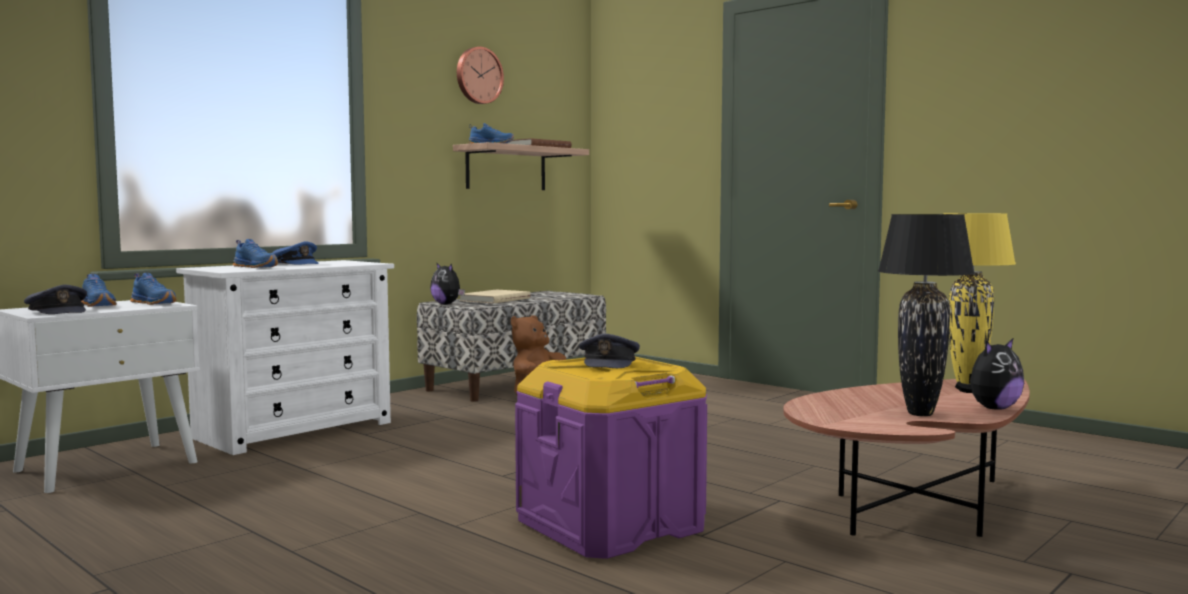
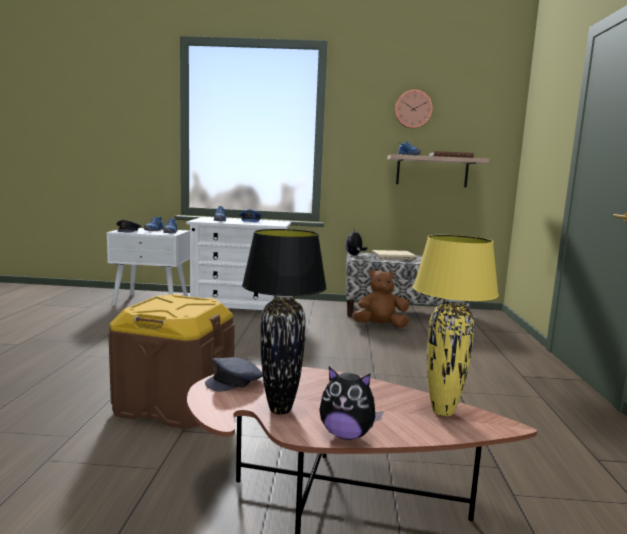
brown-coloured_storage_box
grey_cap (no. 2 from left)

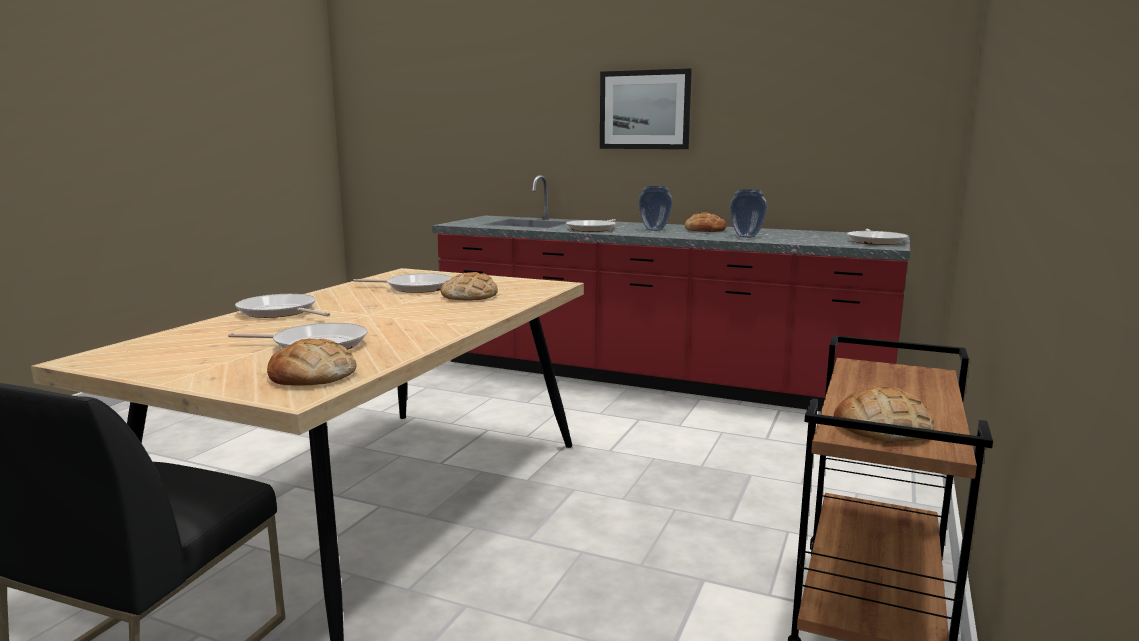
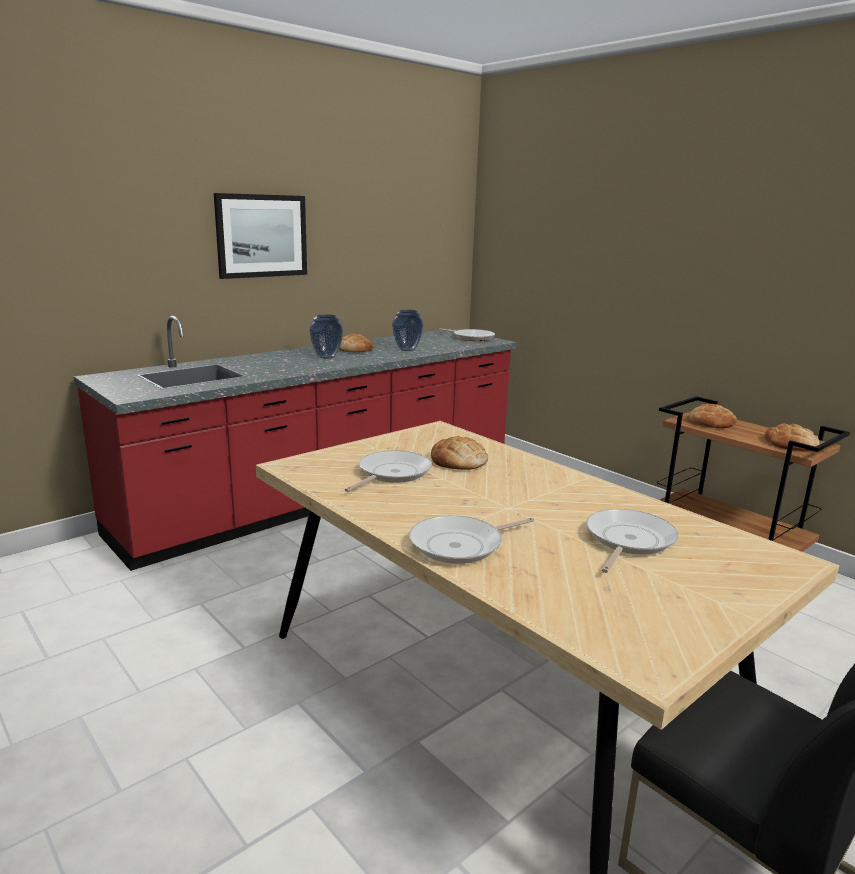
baked_bread (no. 3 from left)
frying_pan (no. 4 from left in the first image)

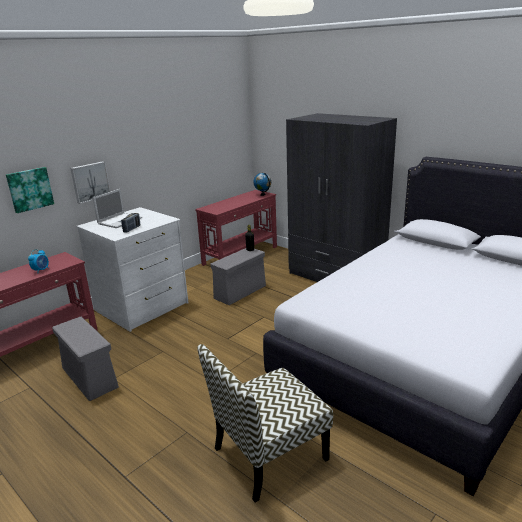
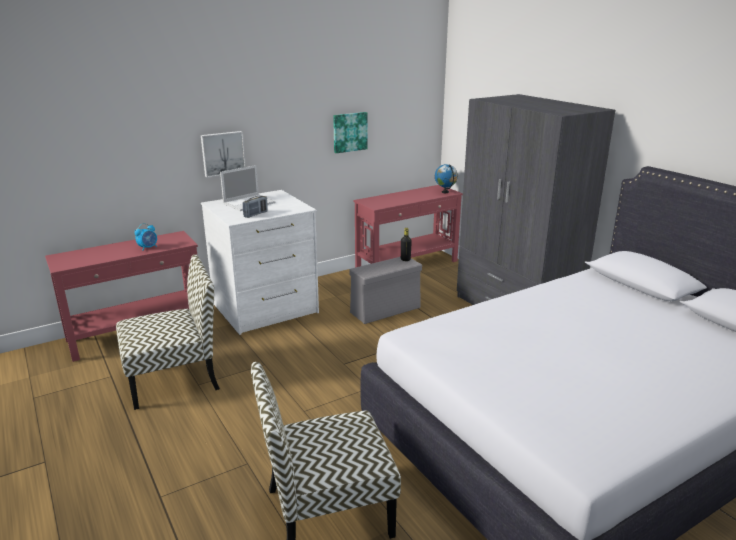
picture (no. 2 from left)
chair (no. 1 from left)

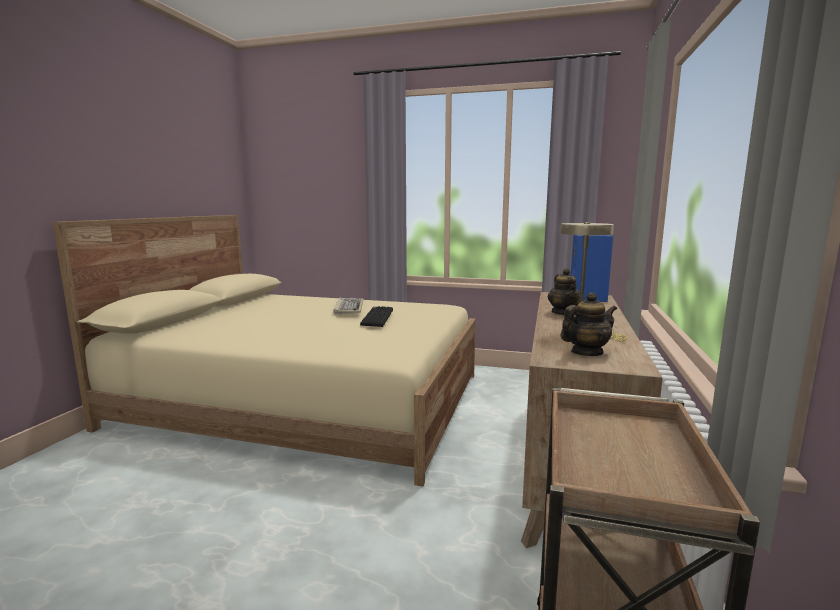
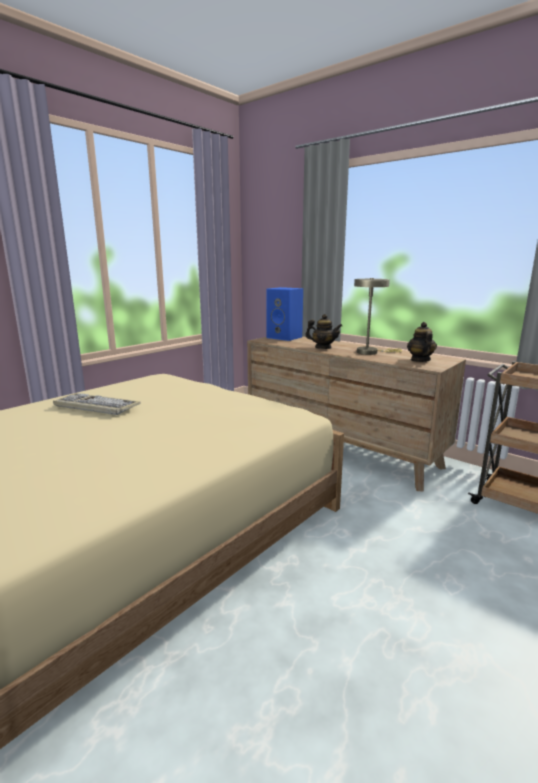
PC_keyboard (no. 2 from left in the first image)

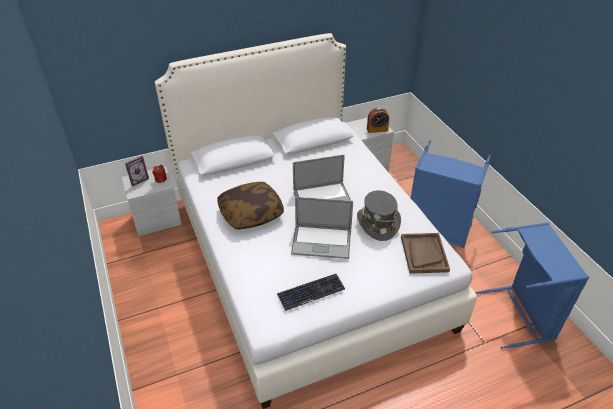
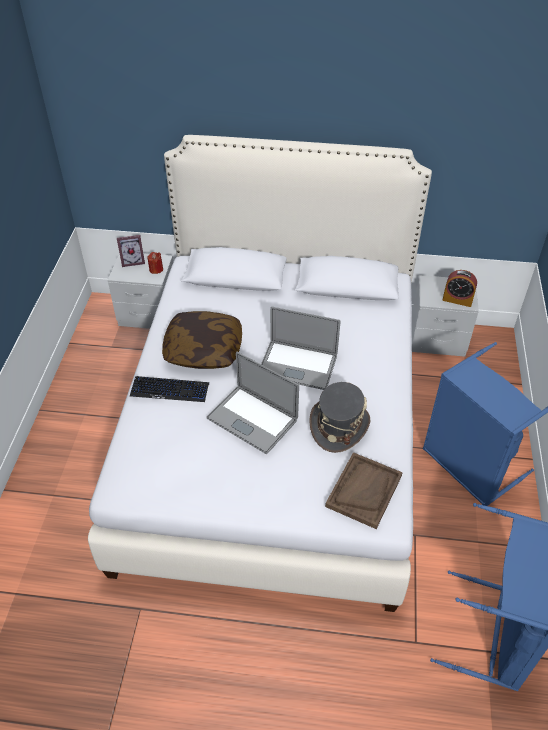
PC_keyboard

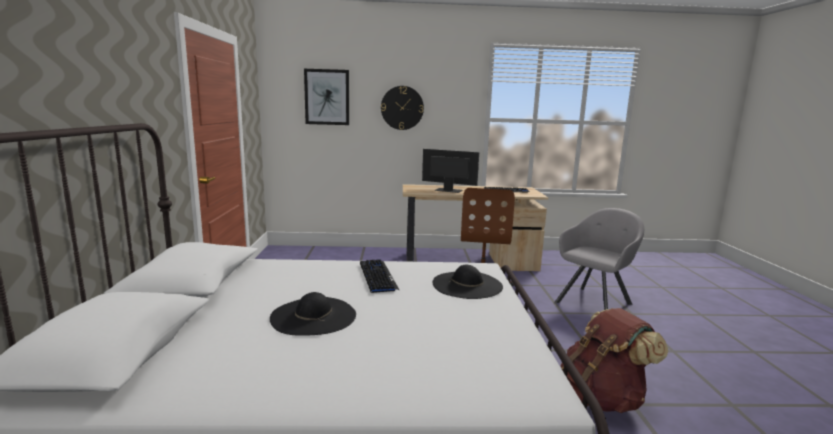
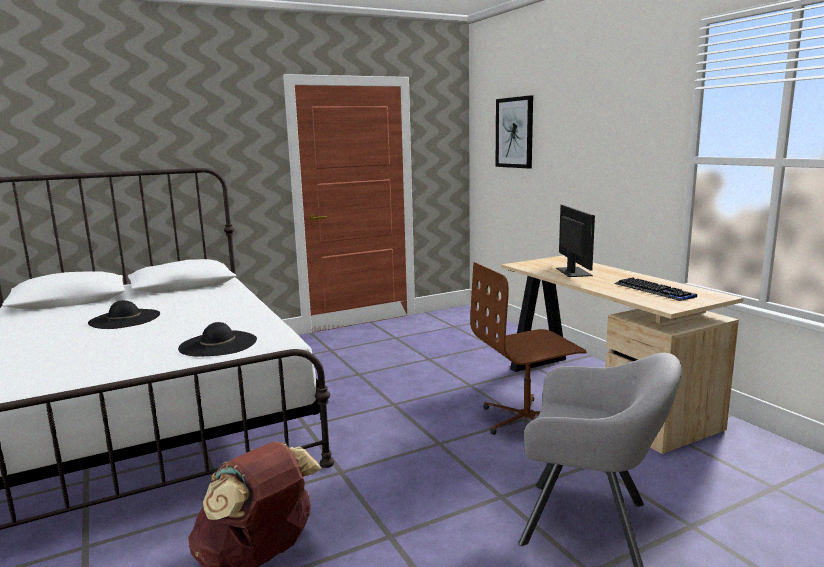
PC_keyboard (no. 1 from left in the first image)
clock_on_the_wall

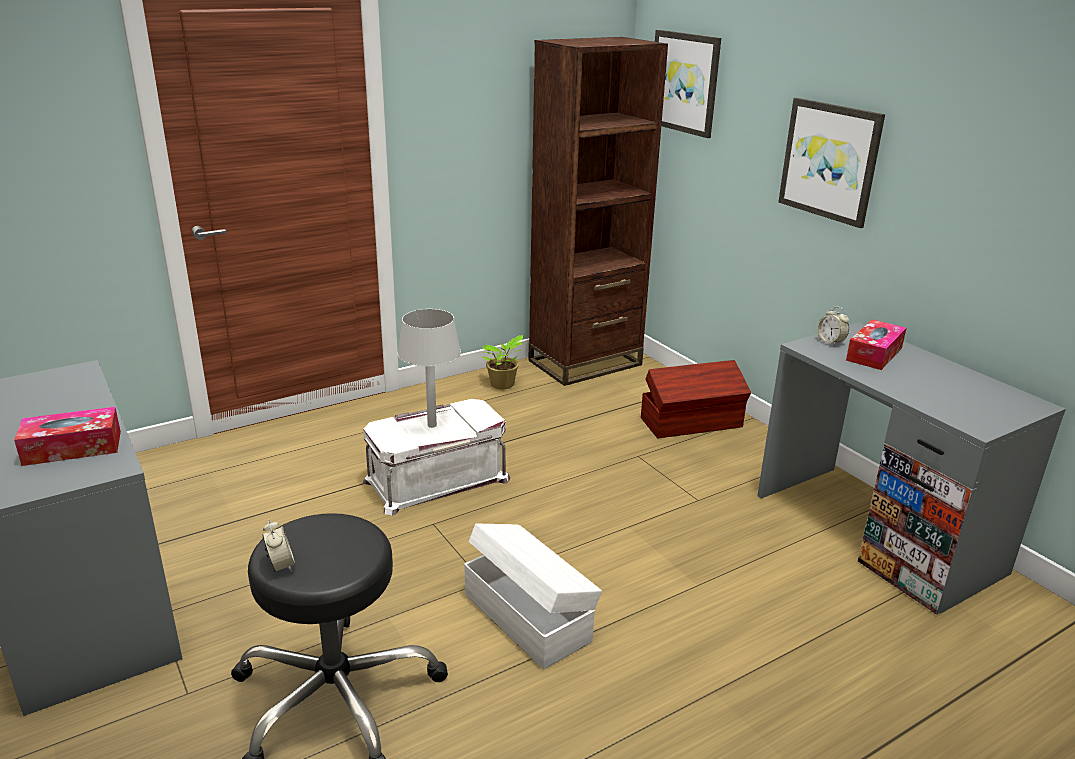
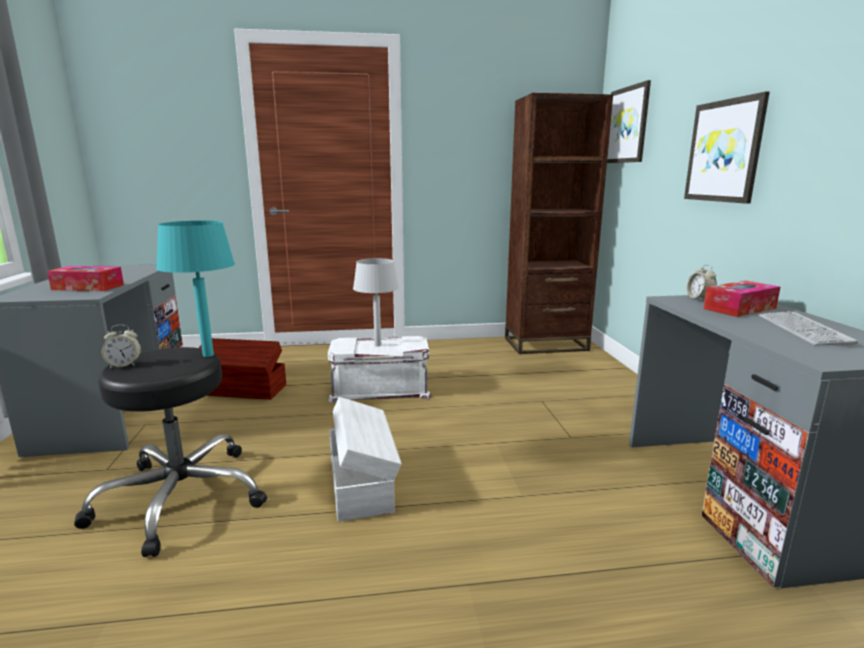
alarm_clock (no. 1 from left)
plant_in_a_pot
brown-coloured_storage_box
turquoise_lamp_for_a_table
PC_keyboard

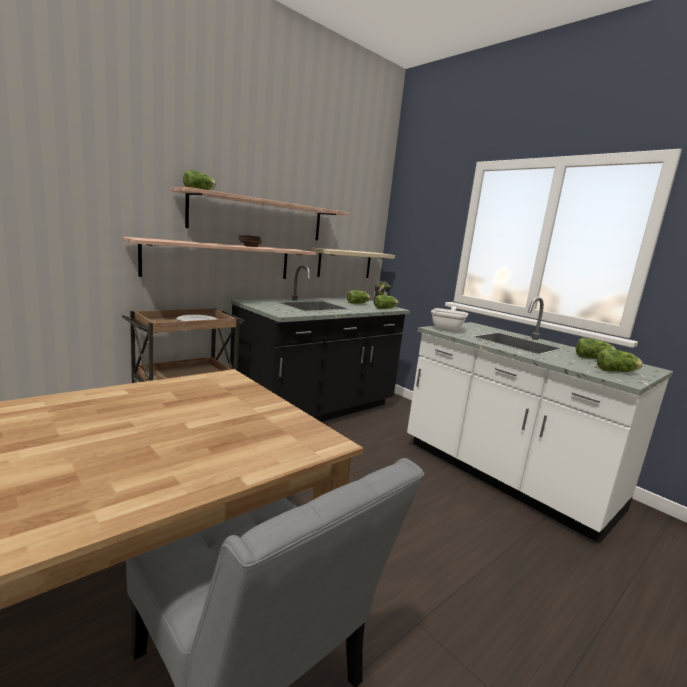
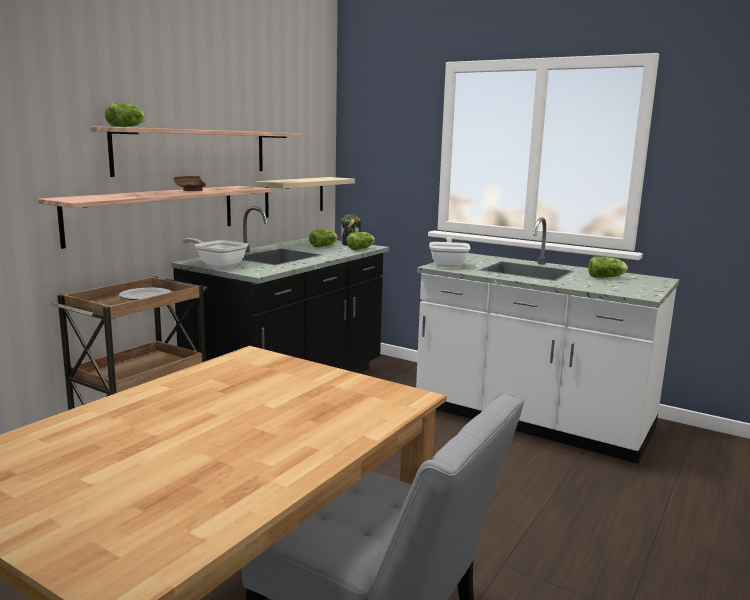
lettuce (no. 5 from left in the first image)
frying_pan (no. 1 from left)

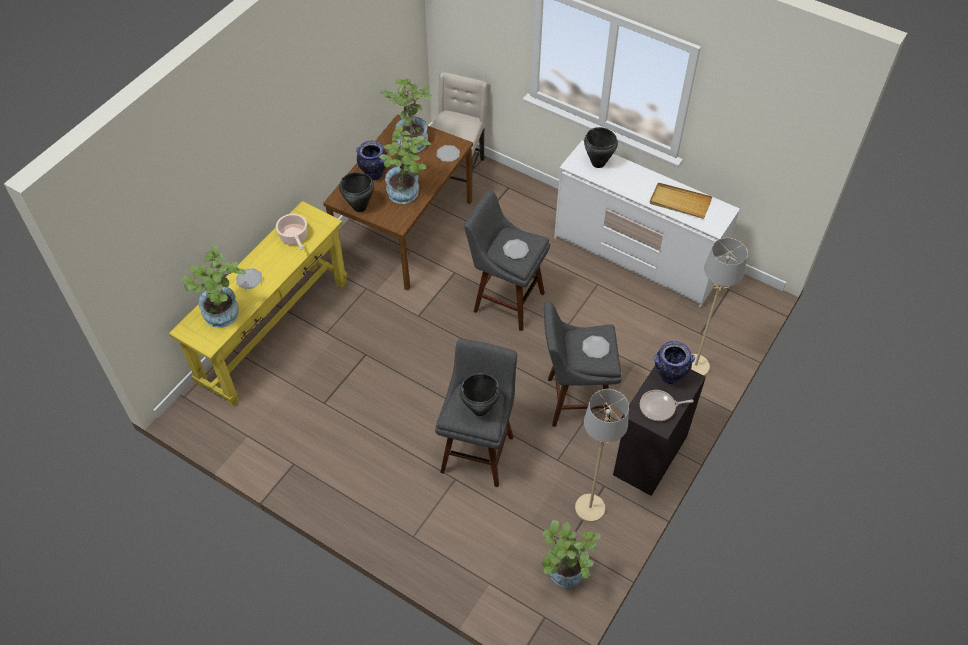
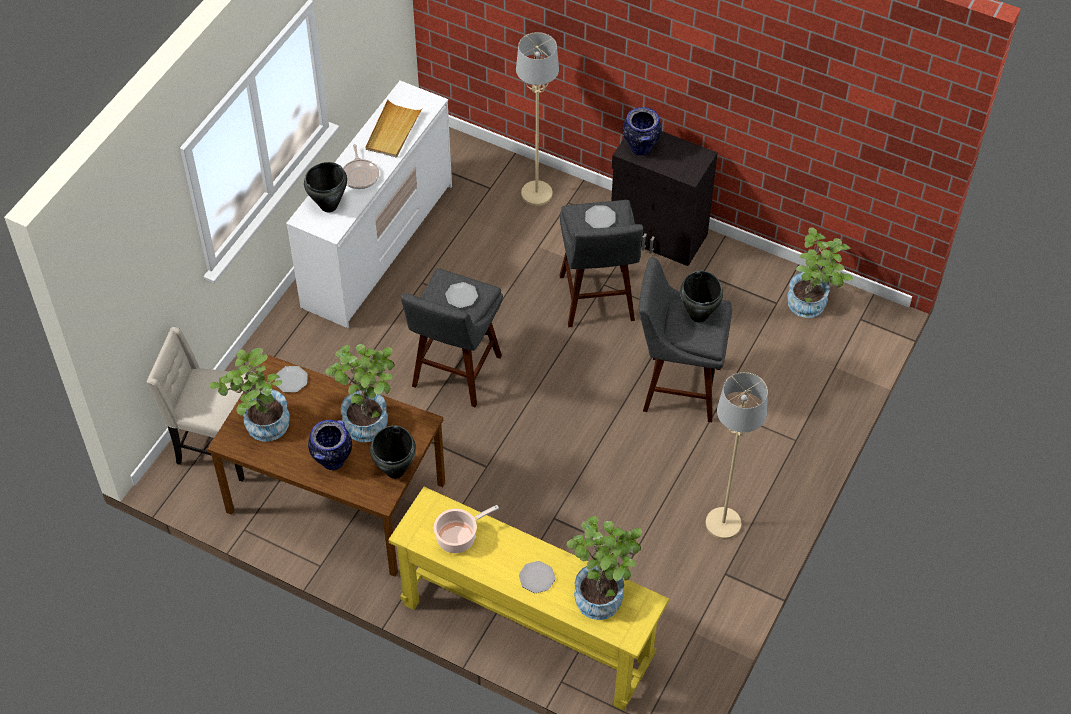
beige-coloured_floor_lamp (no. 2 from left)
frying_pan

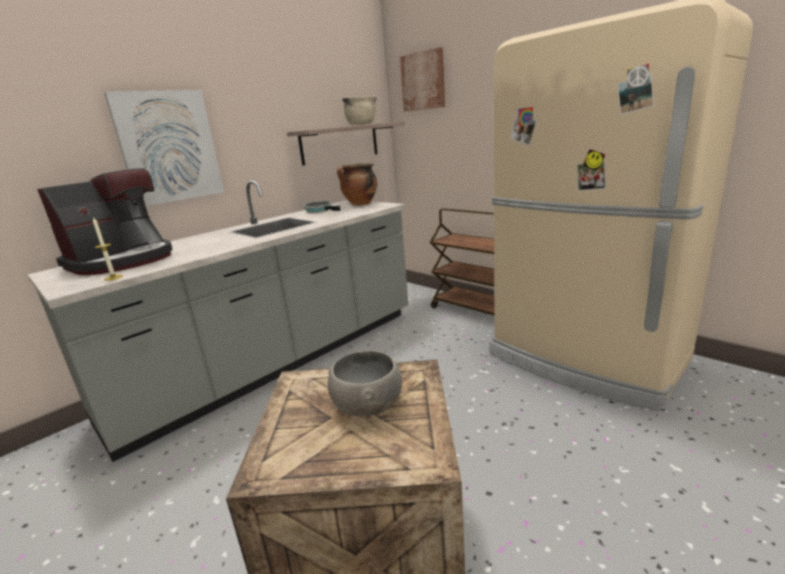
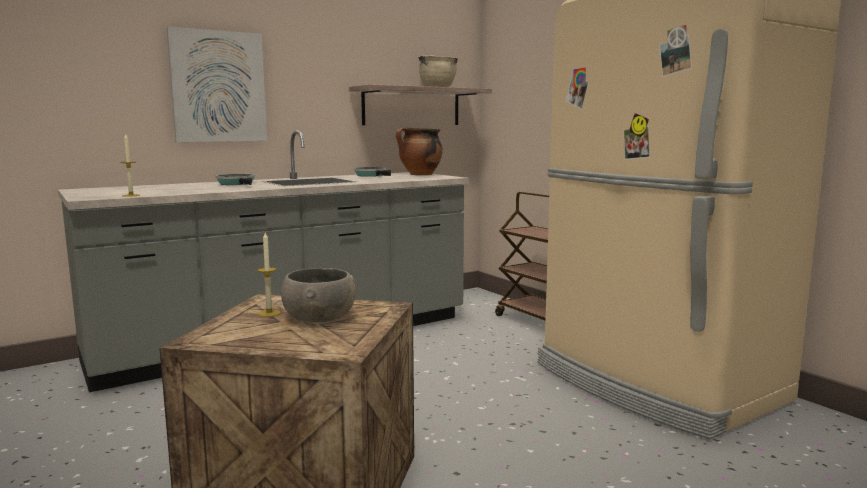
coffee_maker
picture (no. 2 from left in the first image)
frying_pan (no. 1 from left)
wax_light (no. 2 from left)

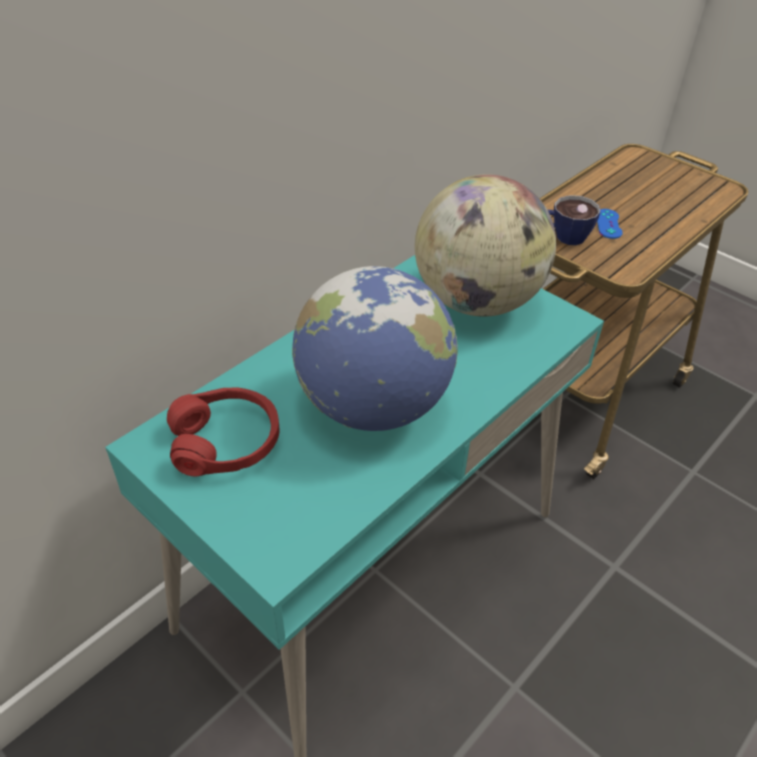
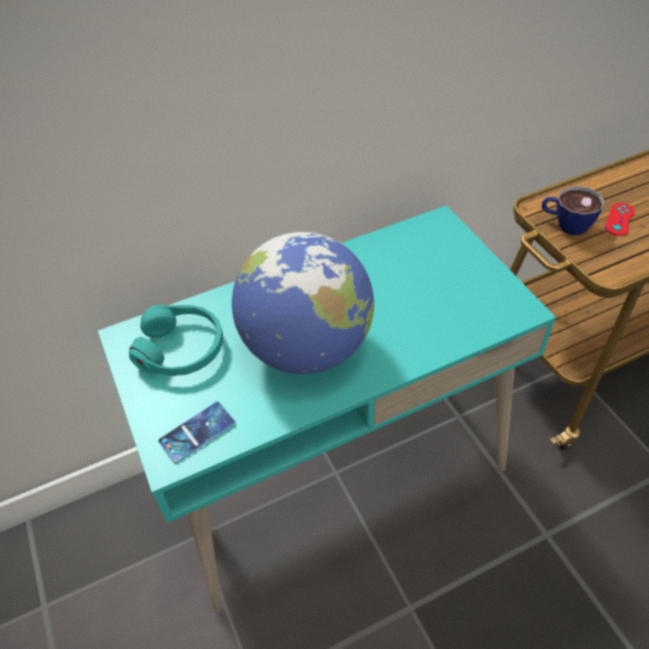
turquoise_headphones
desk_globe (no. 2 from left in the first image)
red_joypad
phone

